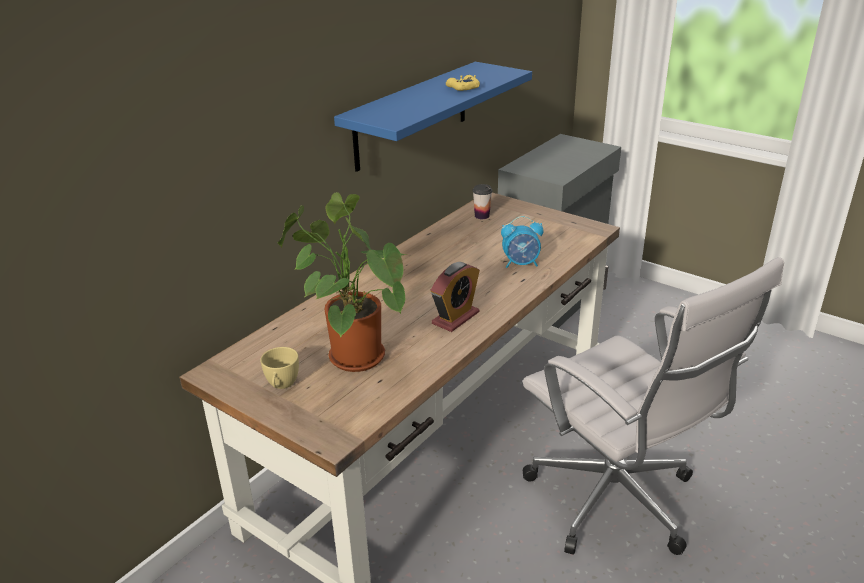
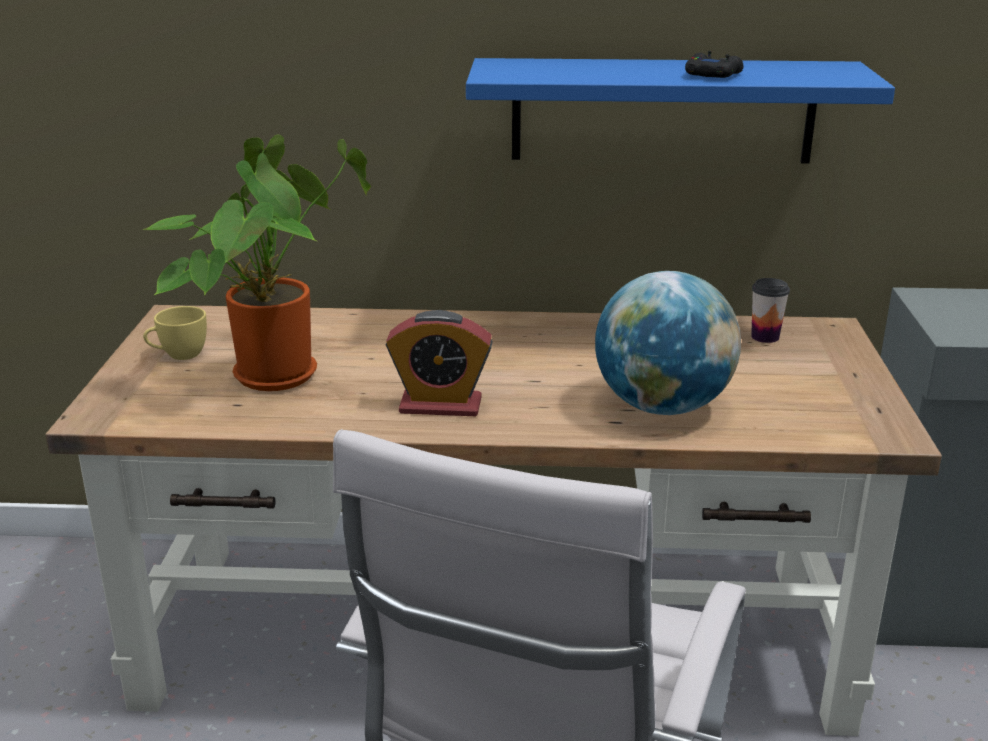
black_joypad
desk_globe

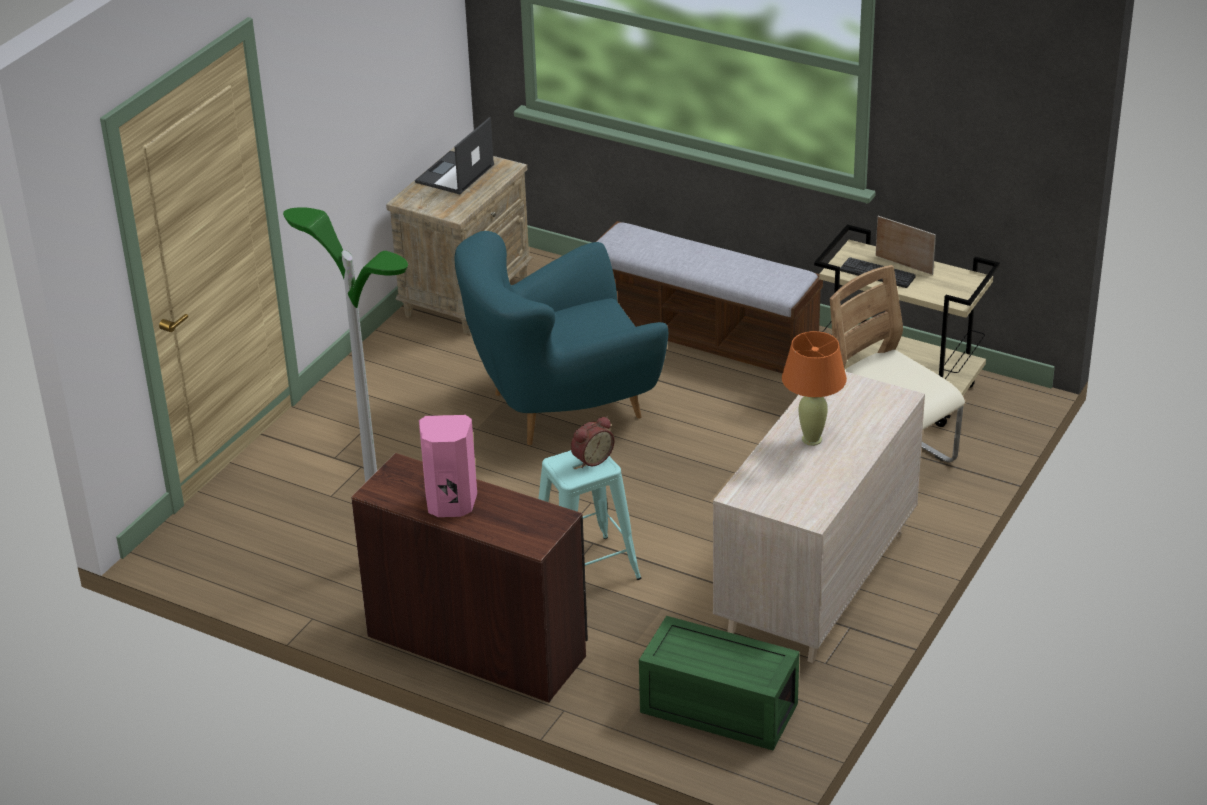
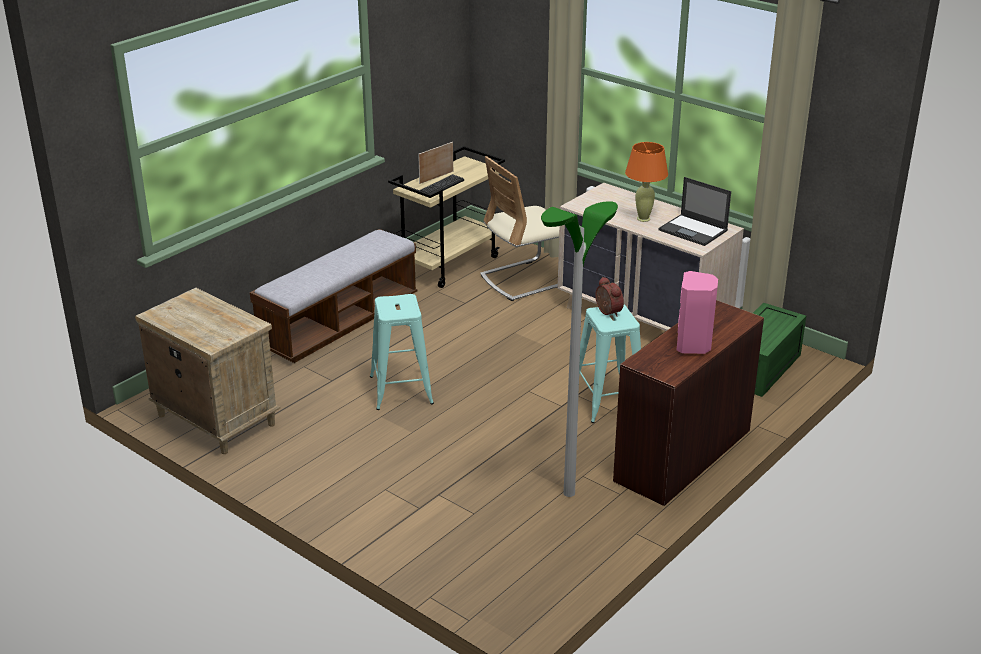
portable_computer
turquoise_stool (no. 1 from left)

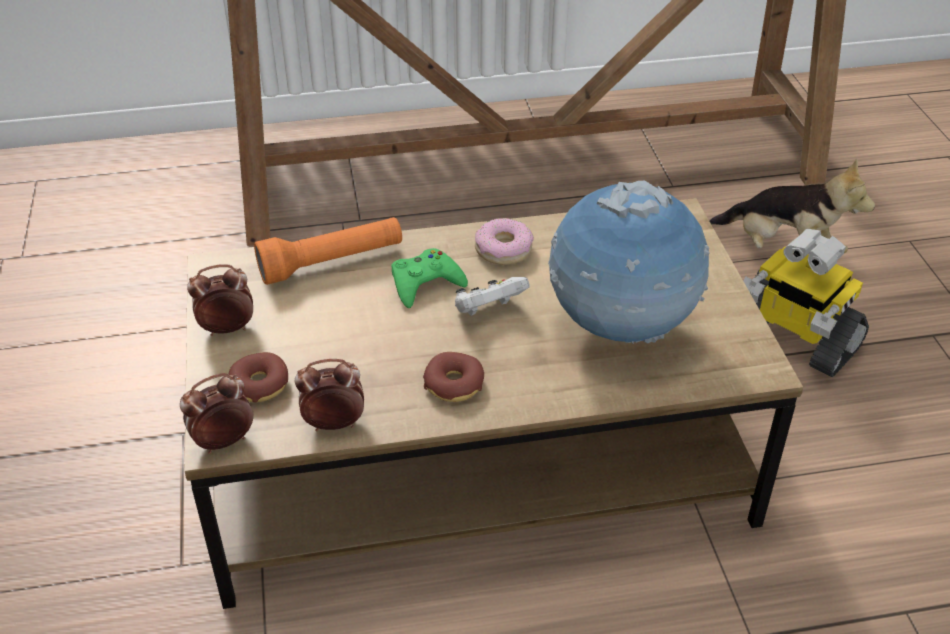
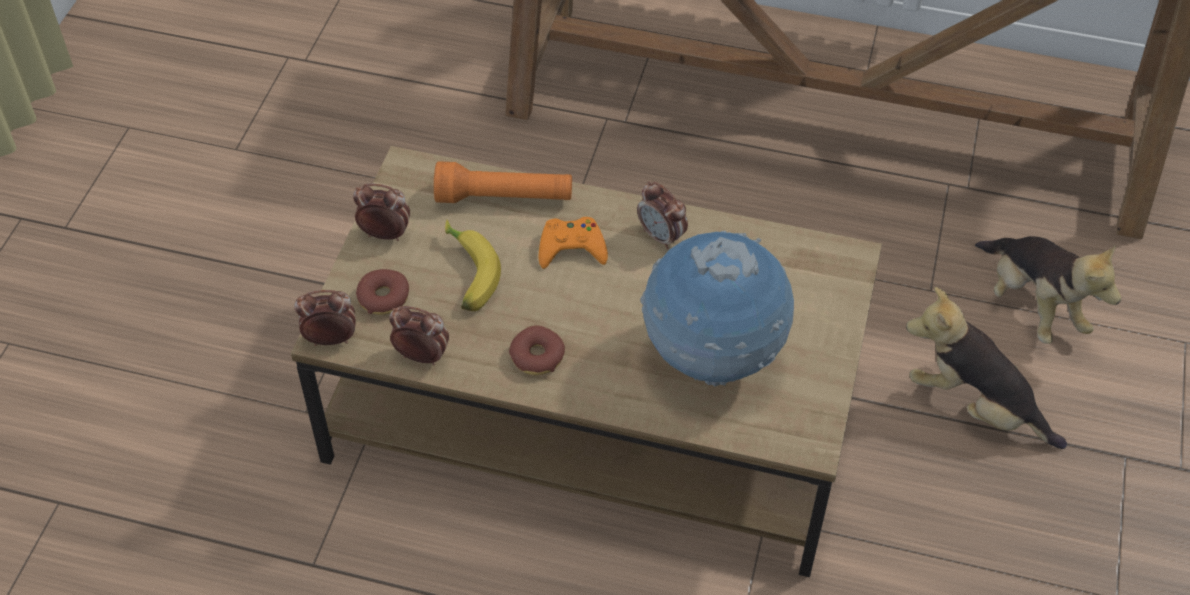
orange-coloured_joypad
whitish_joypad
alarm_clock (no. 4 from left)
cuddly_toy (no. 1 from left)
banana

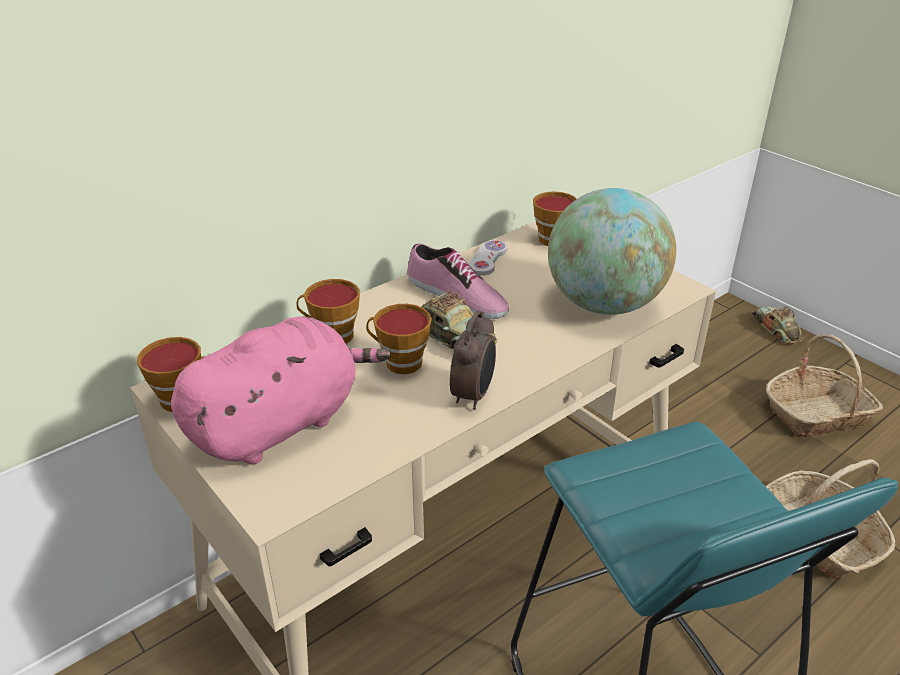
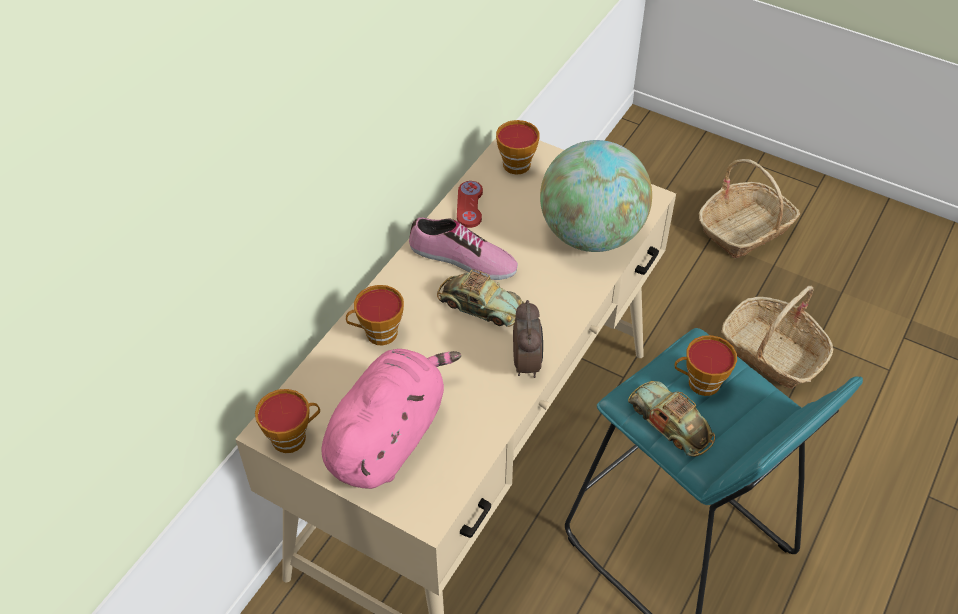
small_cup (no. 4 from left)
red_joypad
miniature_car (no. 2 from left)

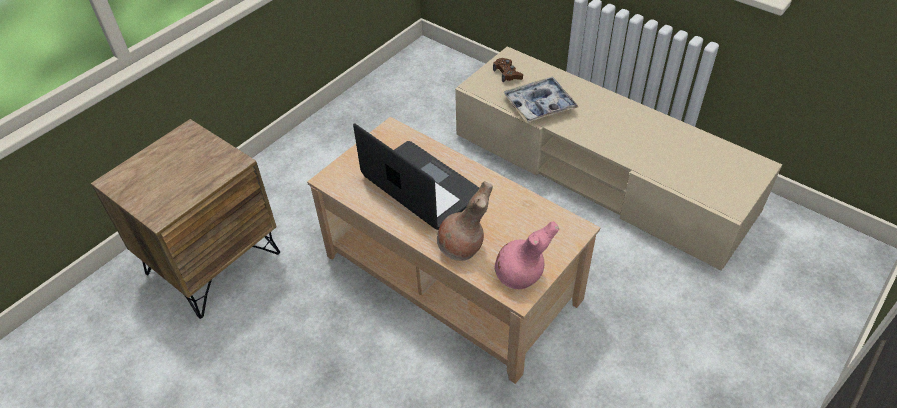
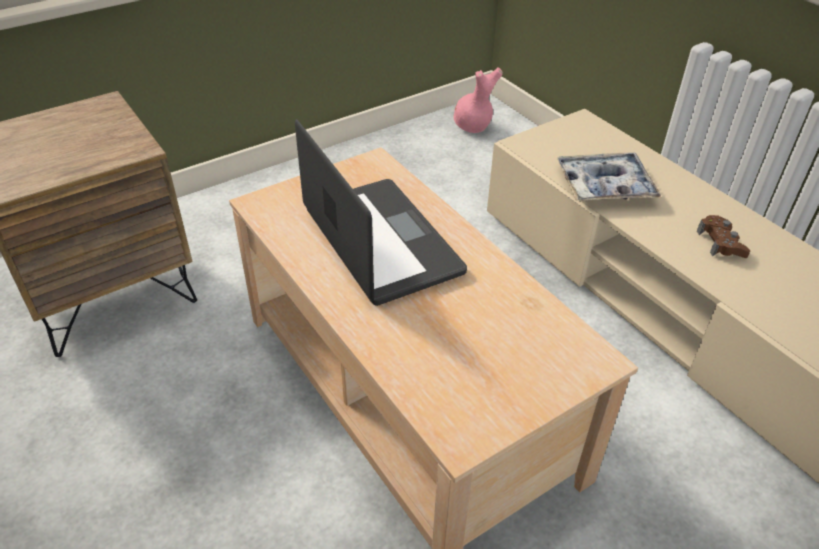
brown-coloured_flower_vase
brown-coloured_joypad
pink-coloured_flower_vase

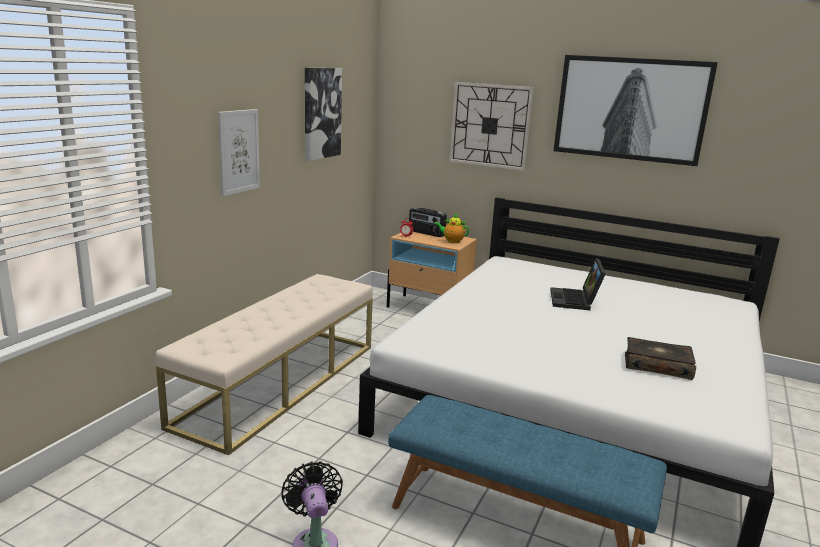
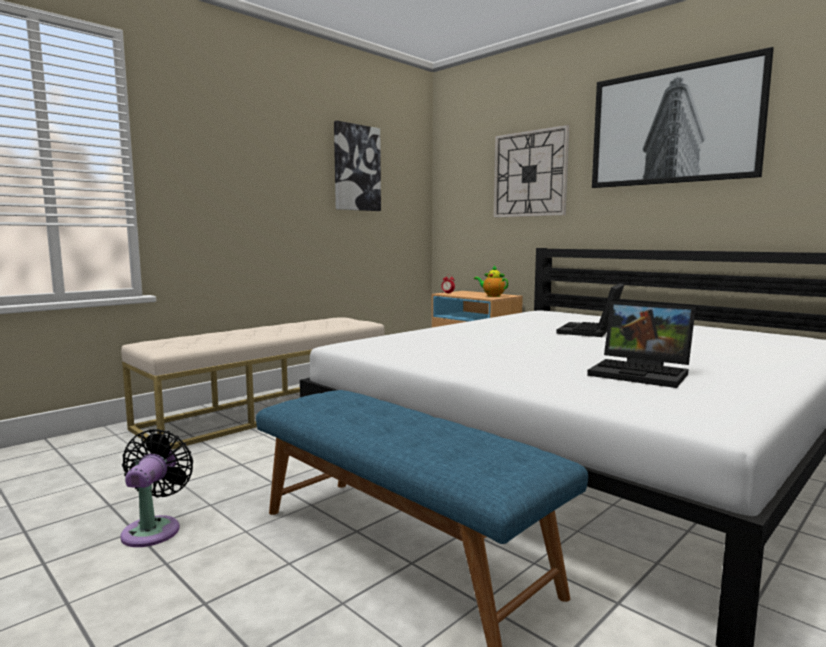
picture (no. 1 from left in the first image)
radio_set
portable_computer (no. 2 from left)

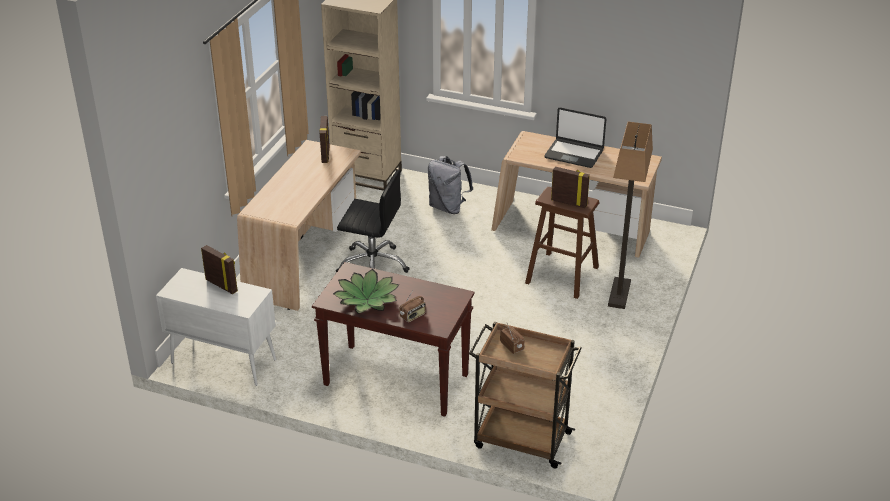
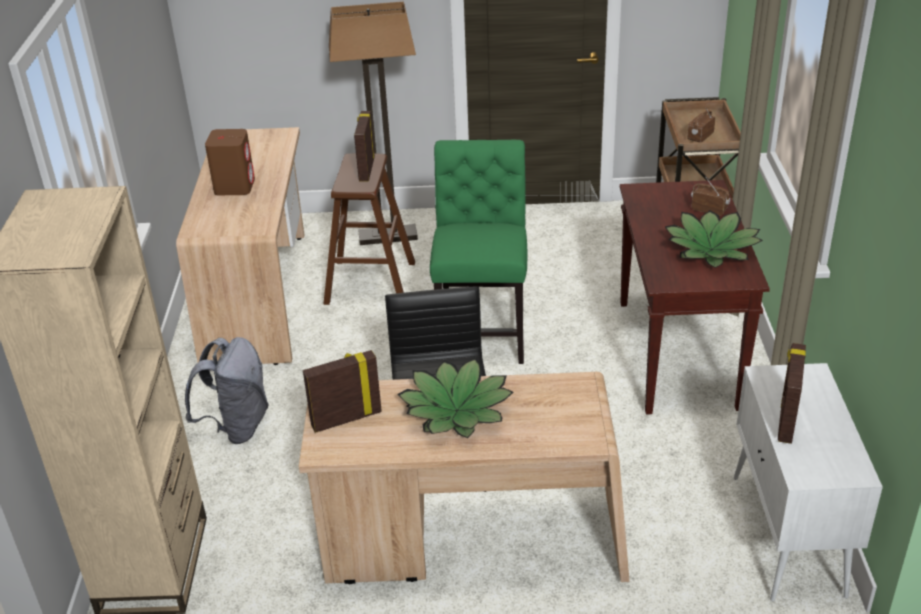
brown-coloured_loudspeaker
plant_in_a_pot (no. 1 from left)
greenish_chair

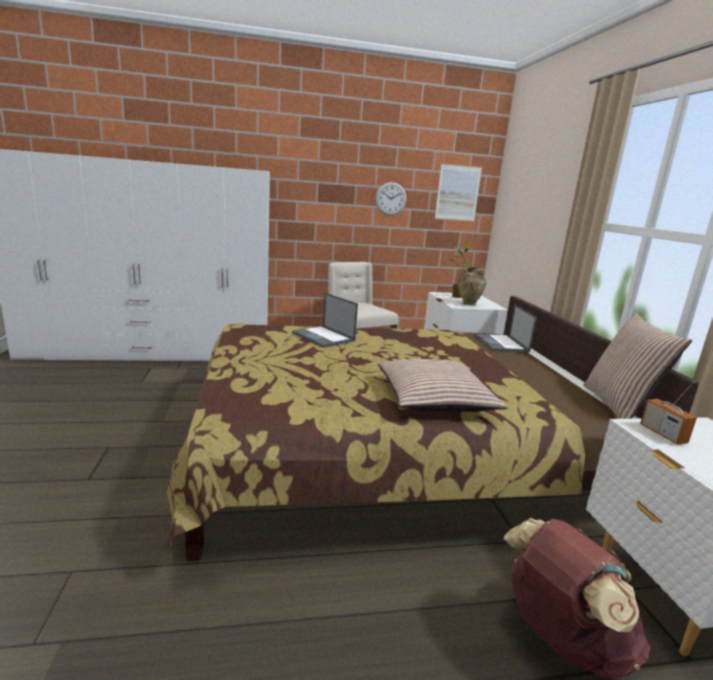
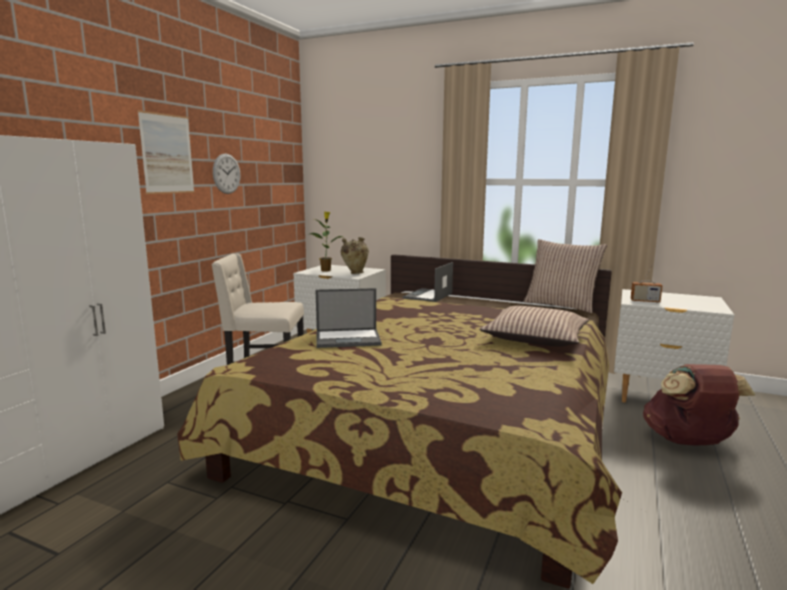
picture
portable_computer (no. 2 from left)

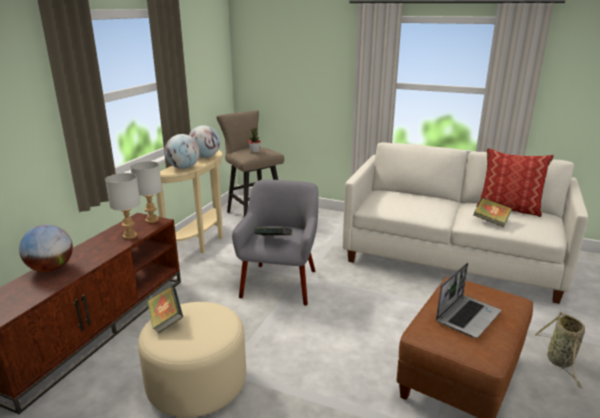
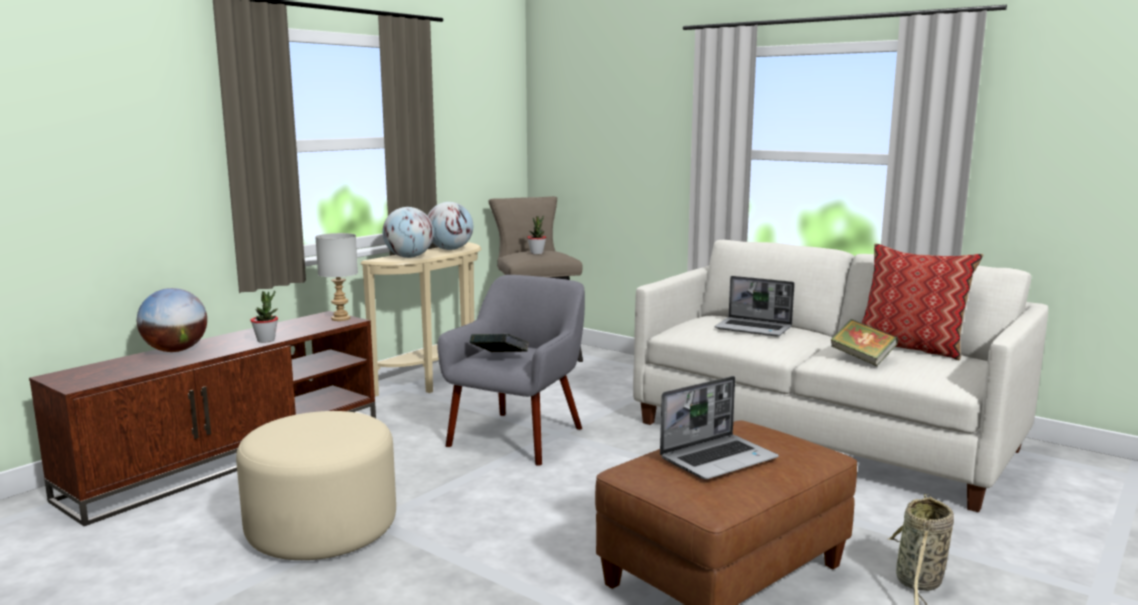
grey_lamp_for_a_table (no. 1 from left in the first image)
volume (no. 1 from left in the first image)
plant_in_a_pot (no. 1 from left)
portable_computer (no. 2 from left)

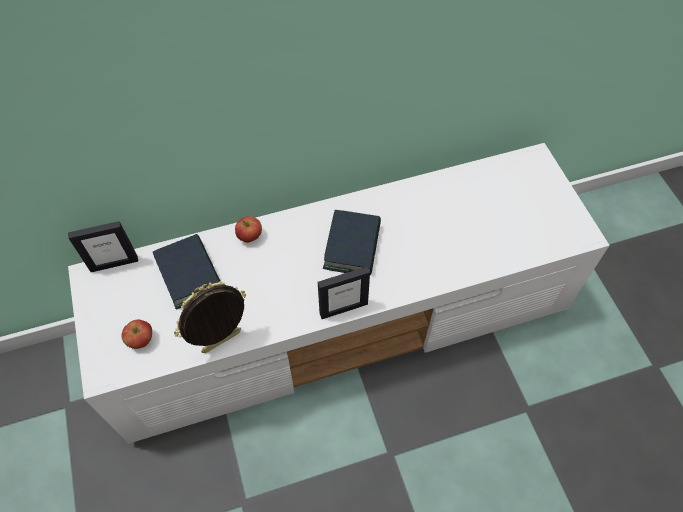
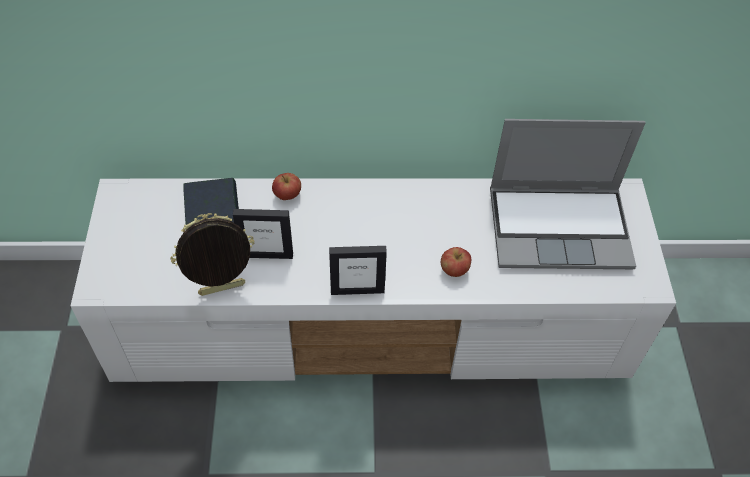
standing_frame (no. 2 from left)
apple_fruit (no. 2 from left)
volume (no. 2 from left in the first image)
portable_computer

